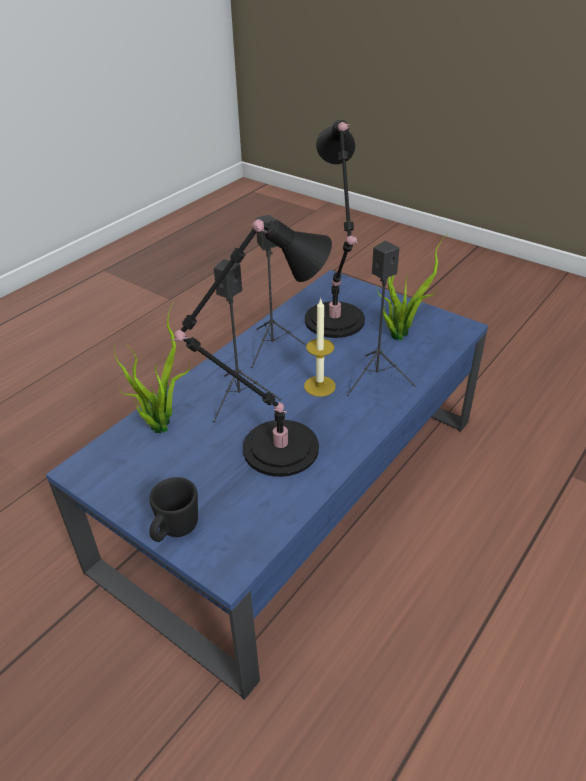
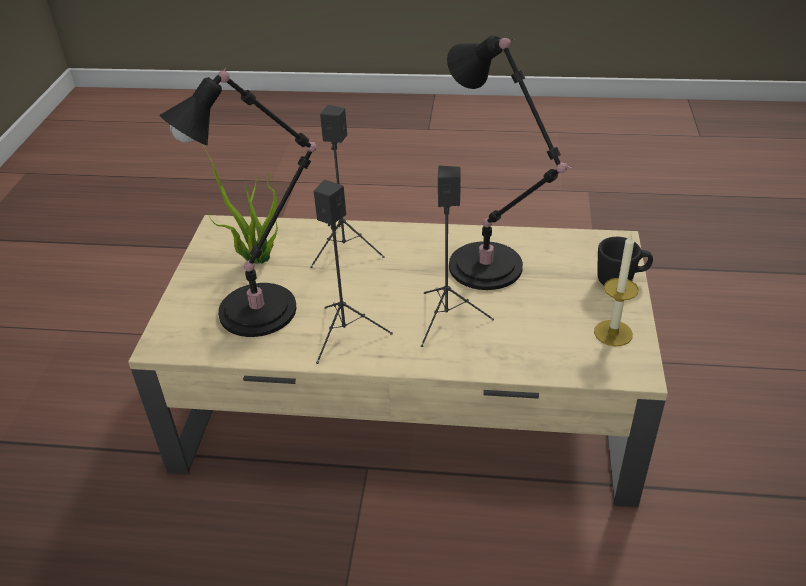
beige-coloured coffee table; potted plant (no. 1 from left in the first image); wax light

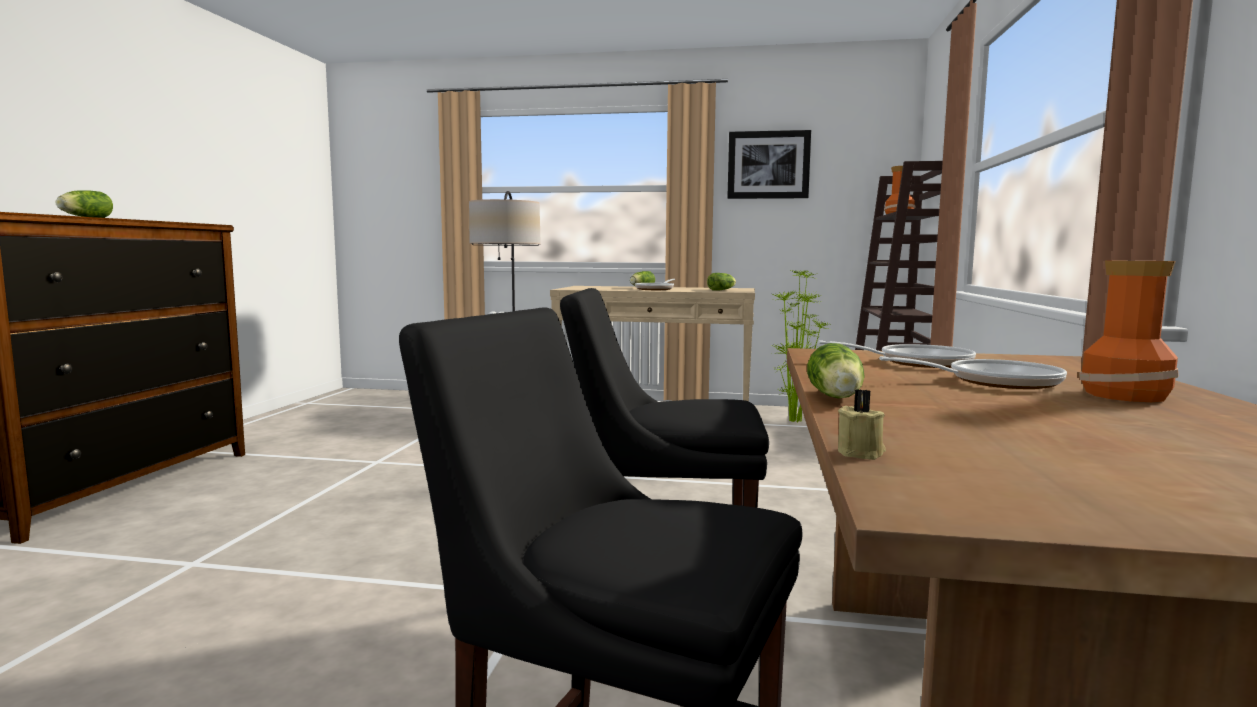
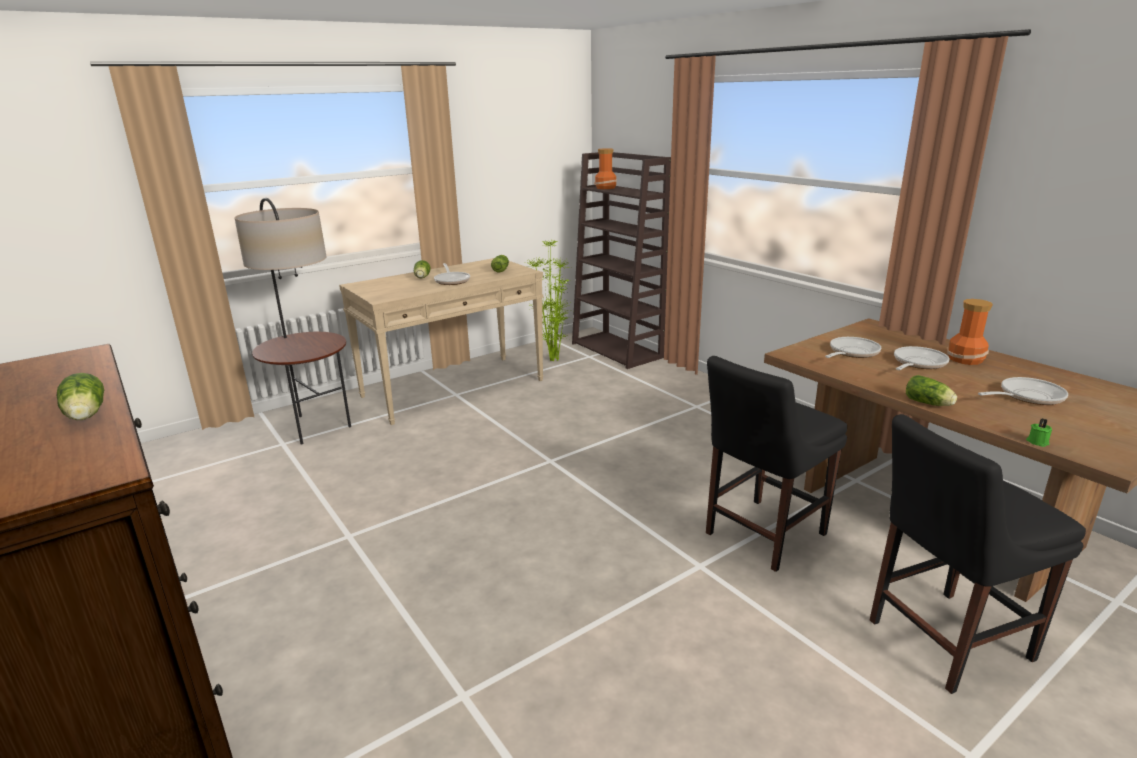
wall art; greenish wax light; frying pan (no. 4 from left)

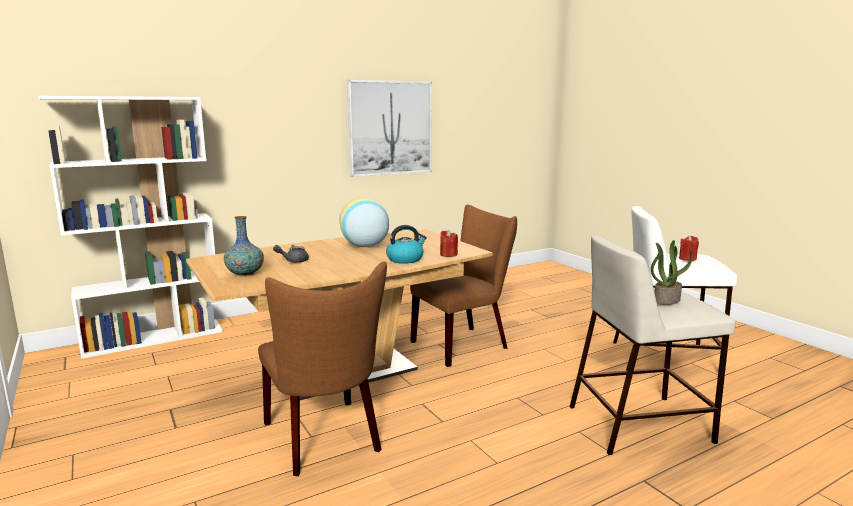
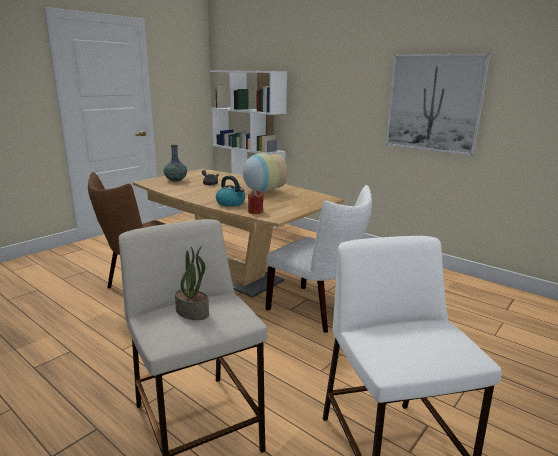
whitish plain chair; red-coloured wax light (no. 2 from left in the first image)

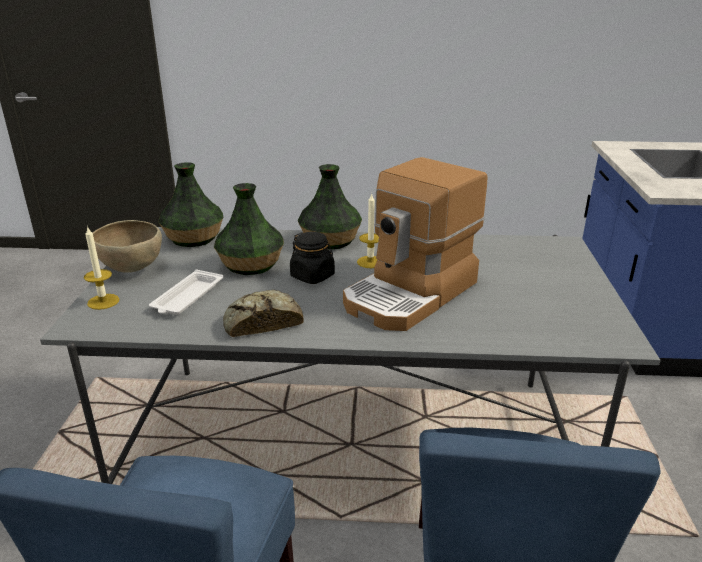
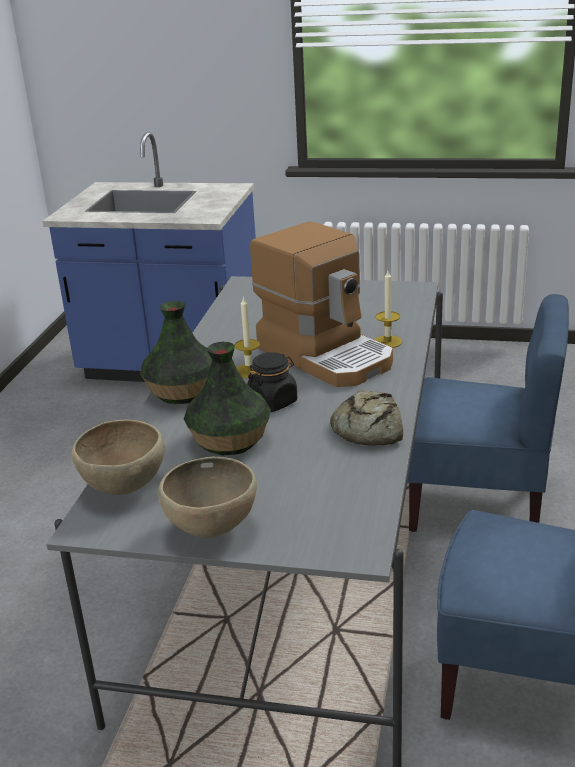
wax light (no. 2 from left); whitish carrying tray; brownish deep dish (no. 1 from left)

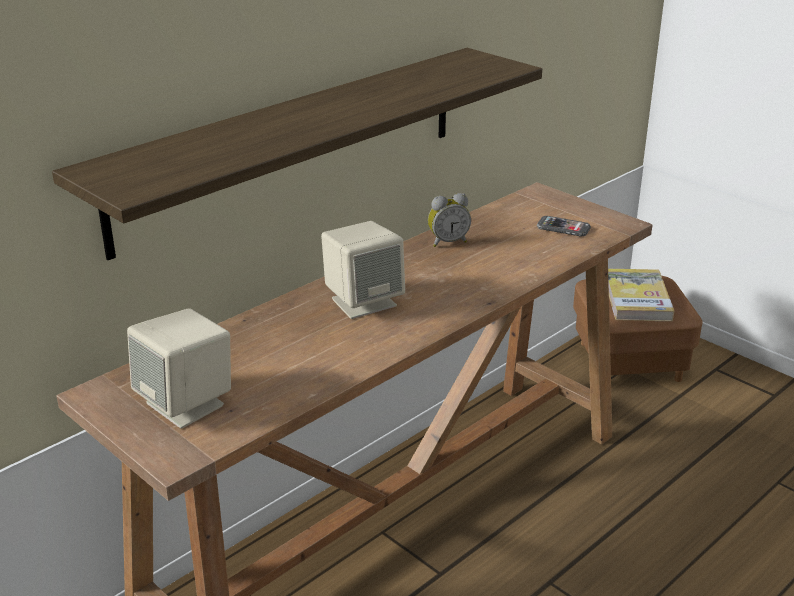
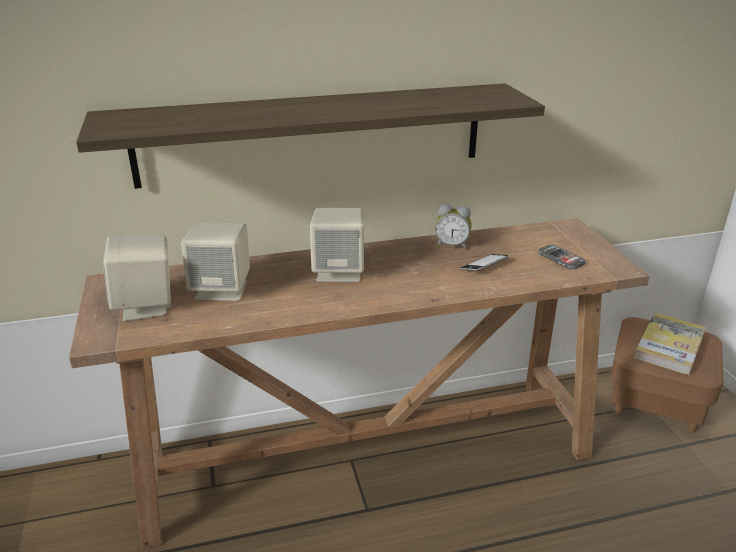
beige-coloured loudspeaker (no. 2 from left); handset (no. 1 from left)

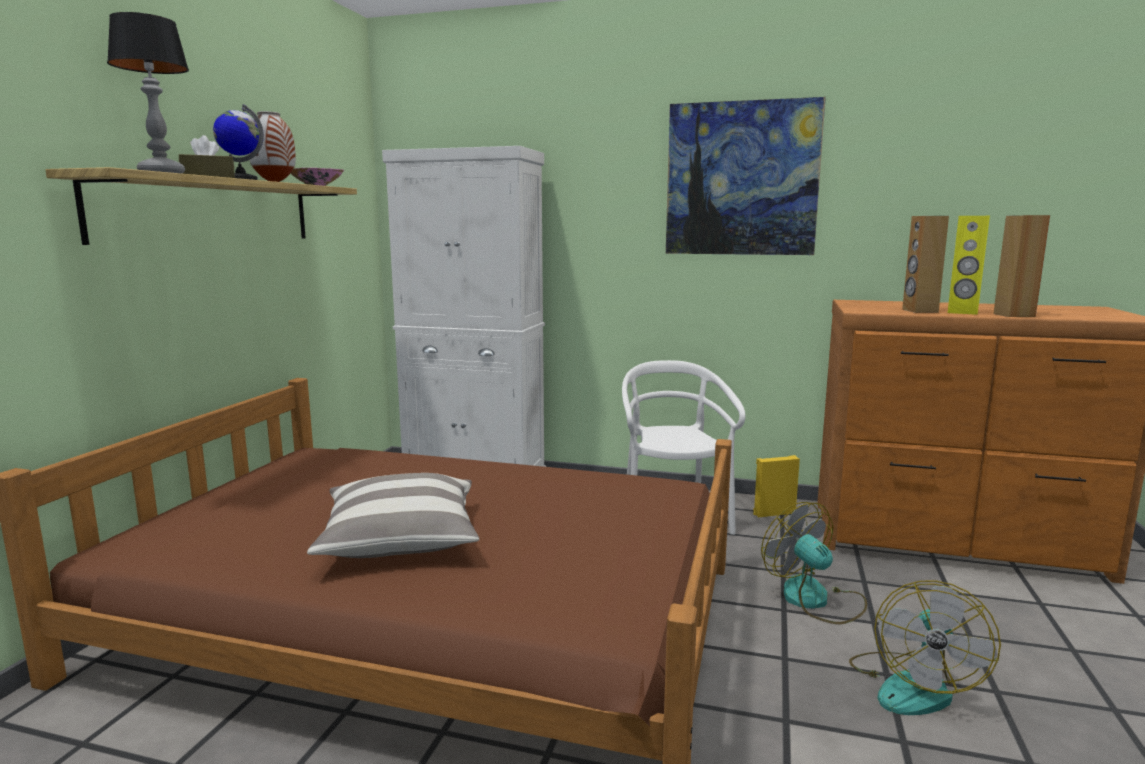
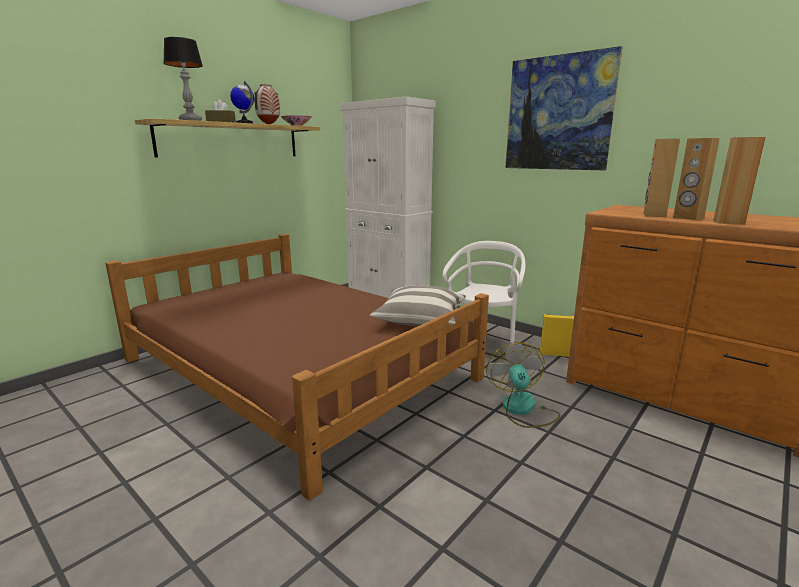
pillow; fan (no. 2 from left in the first image); brownish loudspeaker (no. 2 from left)

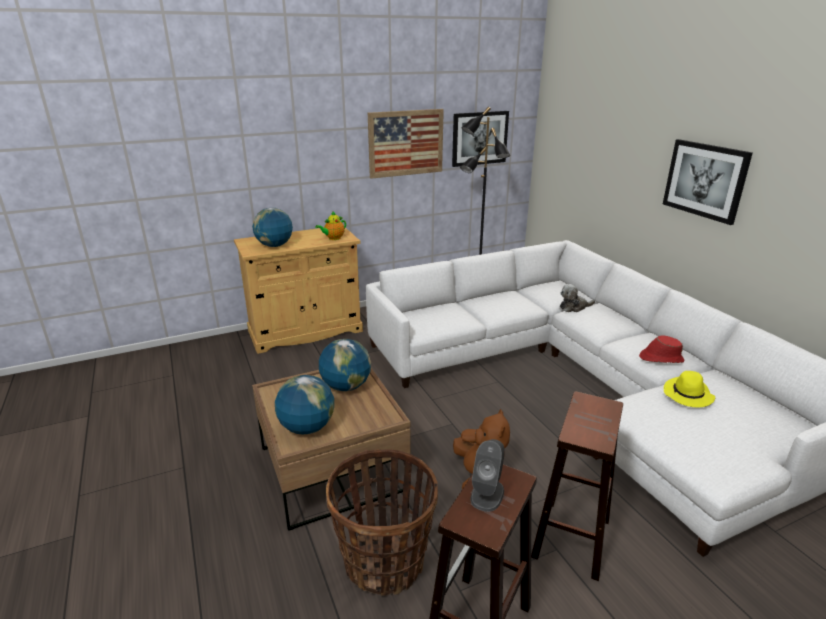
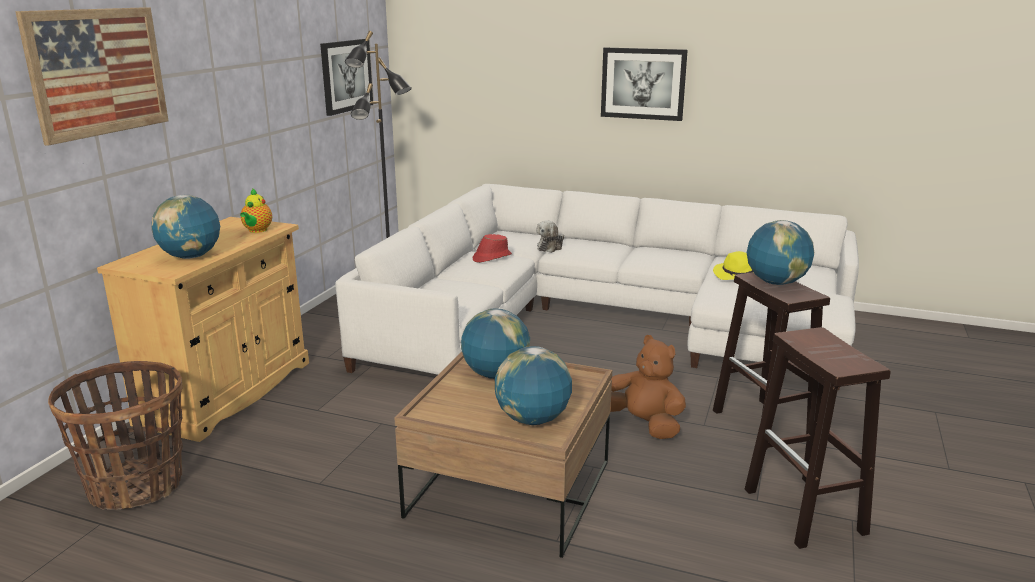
household basket; wall art (no. 1 from left); greyish loudspeaker; red-coloured clothing hat; world globe (no. 4 from left)

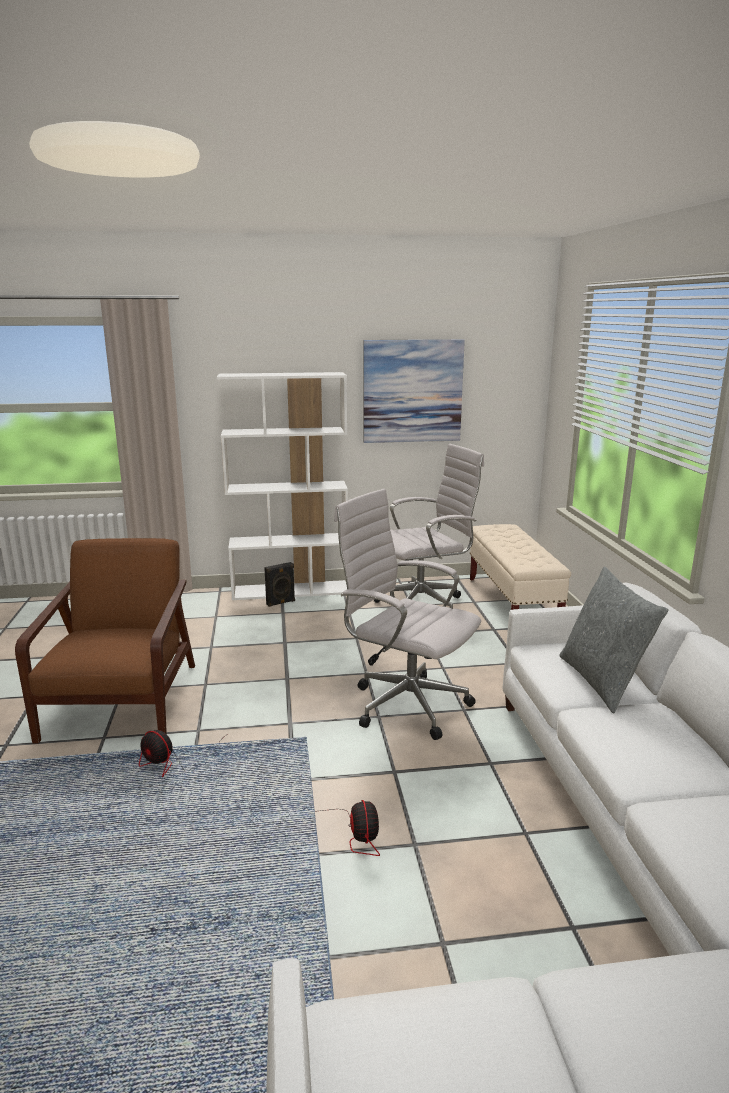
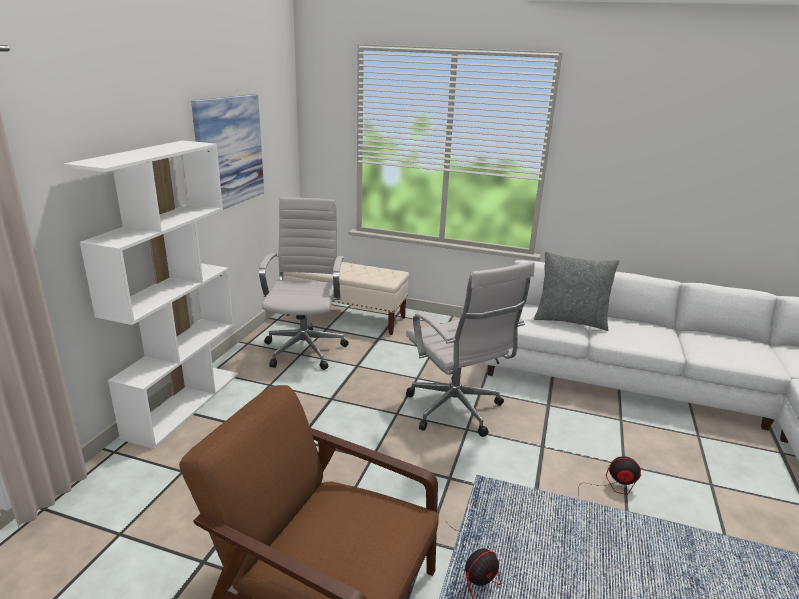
black-coloured loudspeaker; whitish desk chair (no. 2 from left)

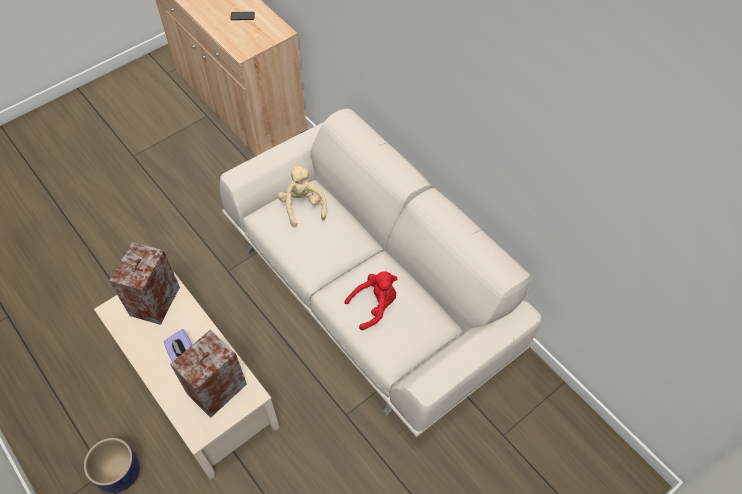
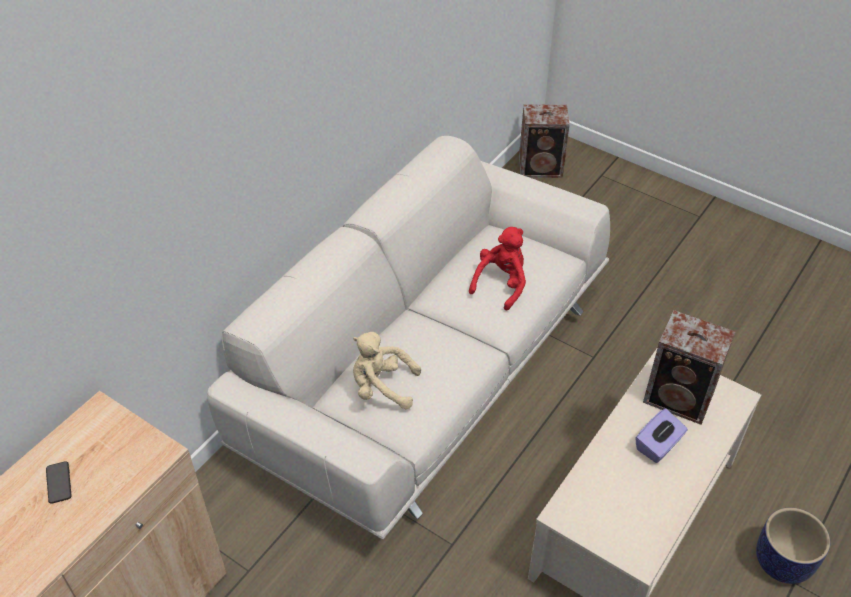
loudspeaker (no. 1 from left); beige-coloured cuddly toy; red-coloured cuddly toy

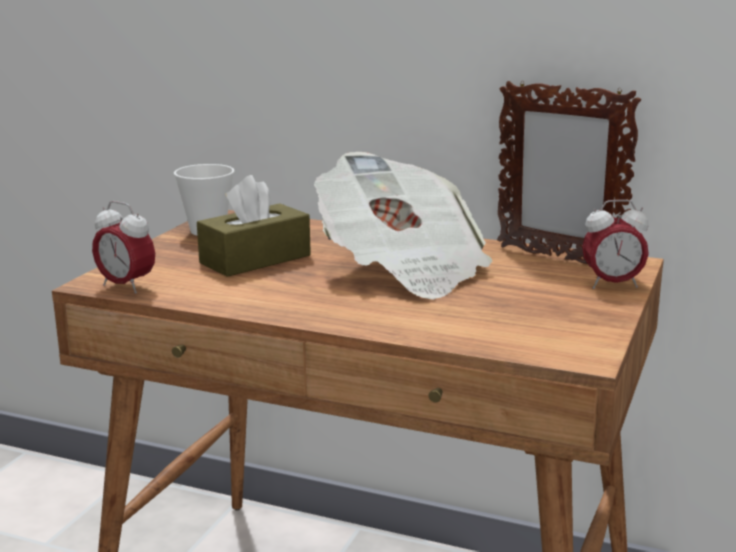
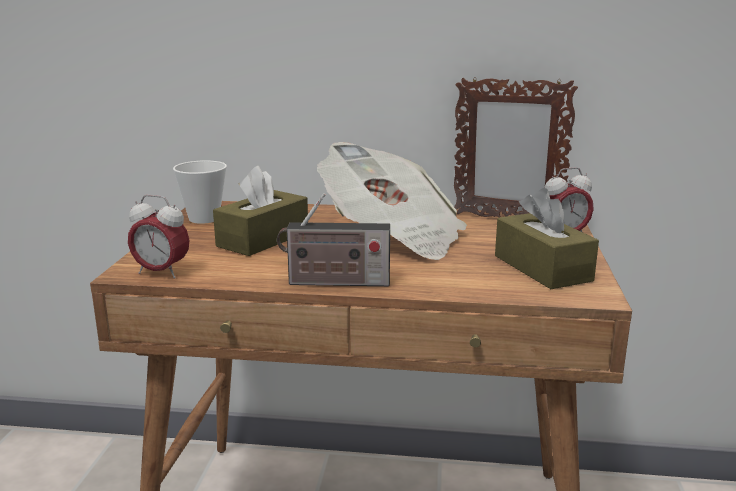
radio receiver; brownish tissue holder (no. 2 from left)

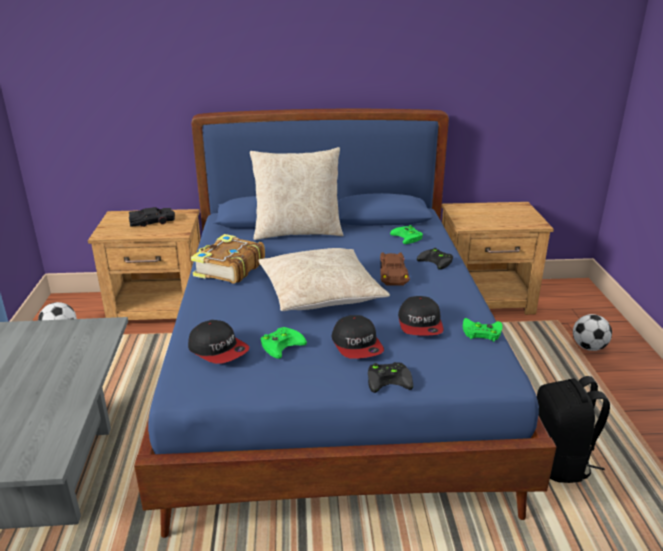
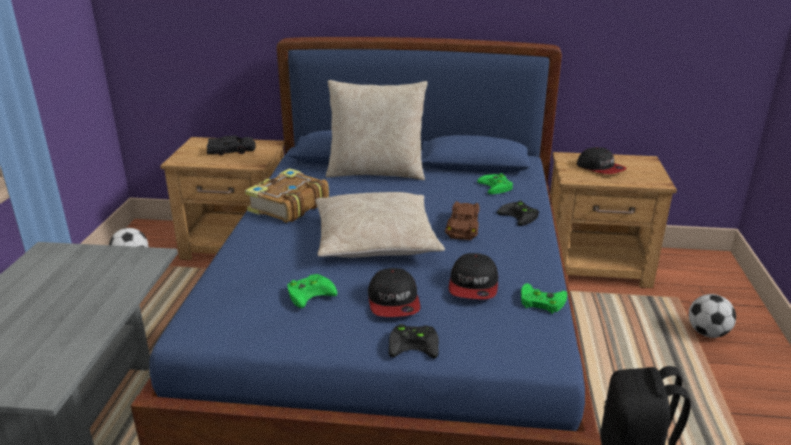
cap (no. 3 from left)

